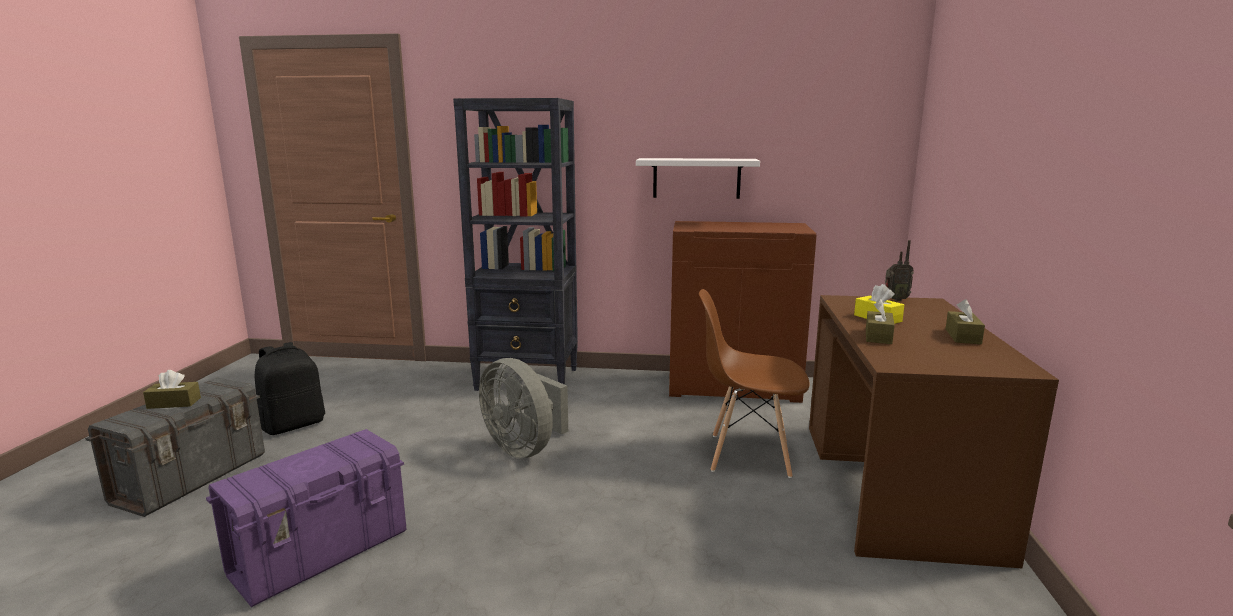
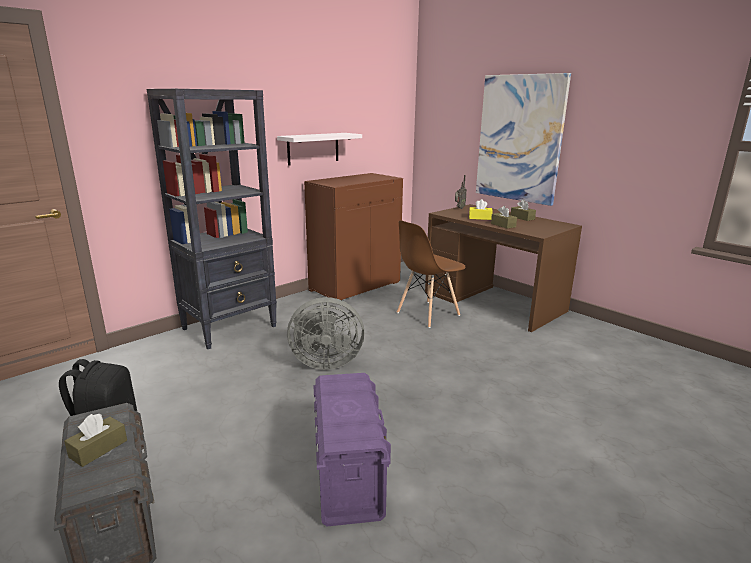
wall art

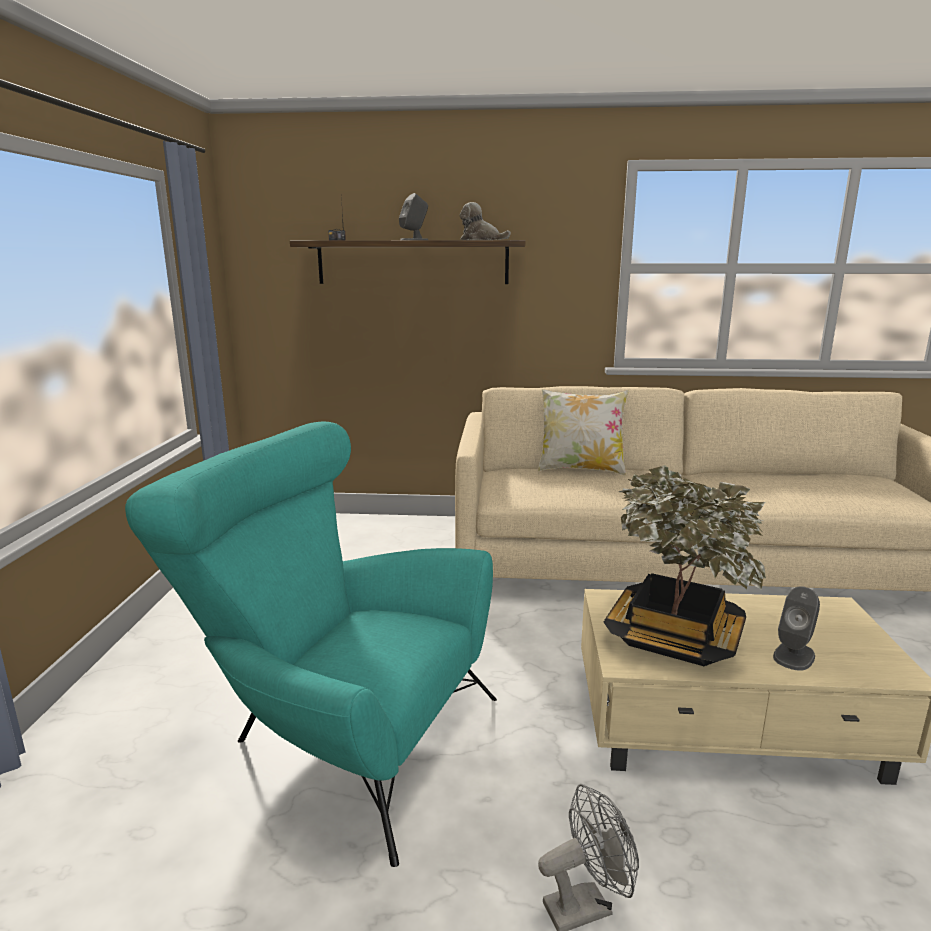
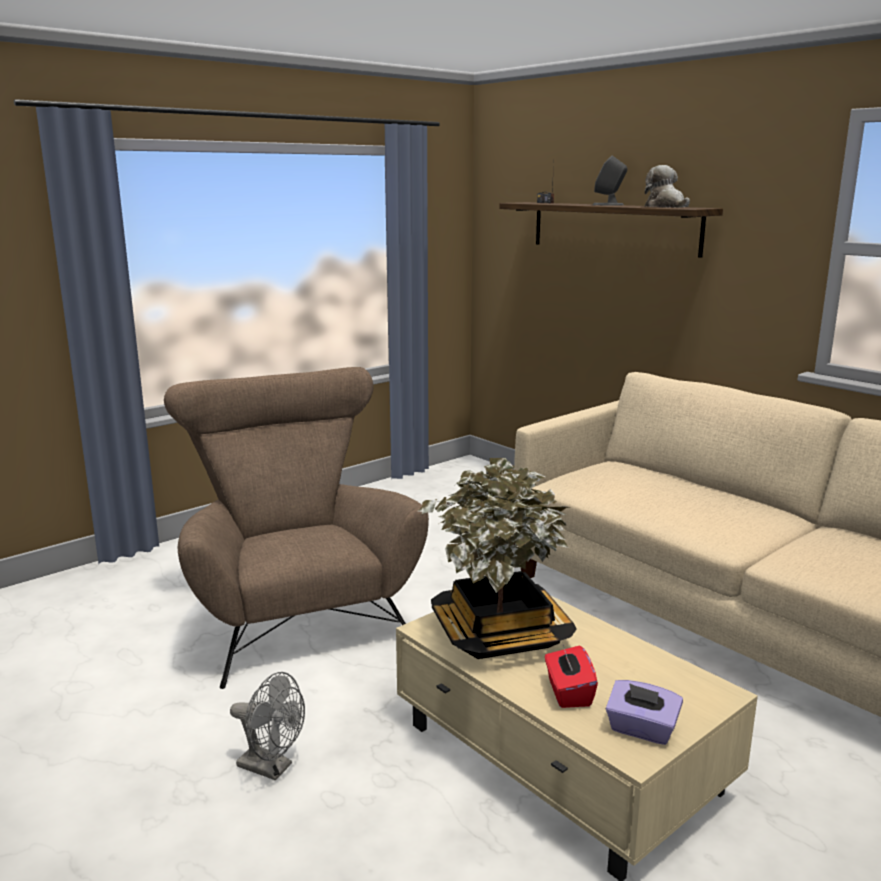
brownish easy chair; pillow; red-coloured tissue holder; purple-coloured tissue holder

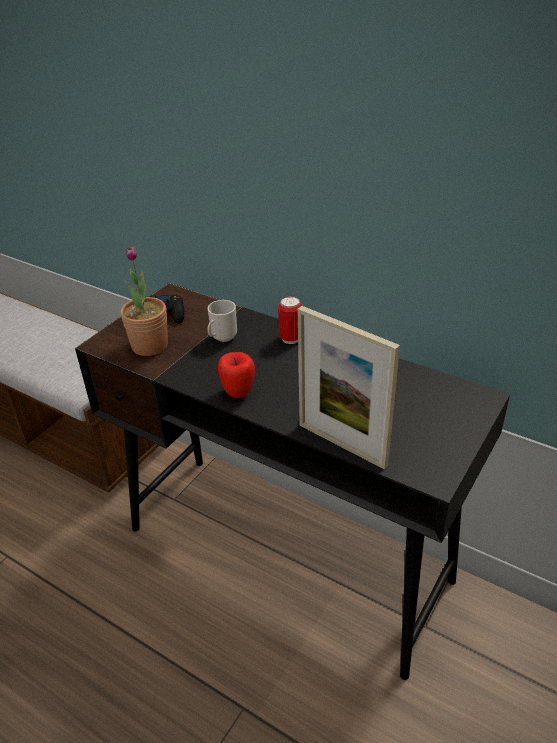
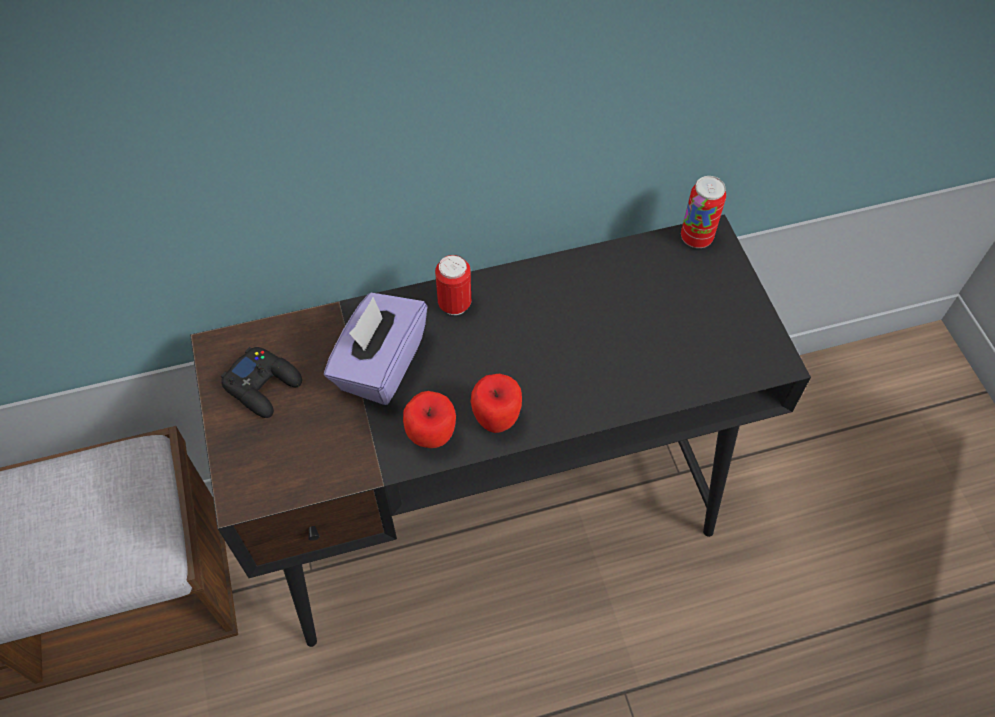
potted plant; purple-coloured tissue holder; photo frame; whole apple (no. 1 from left); metal can (no. 2 from left)

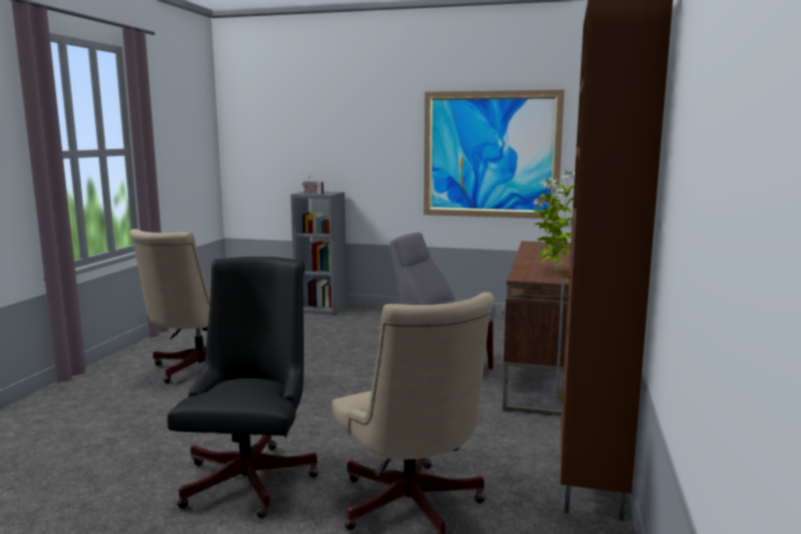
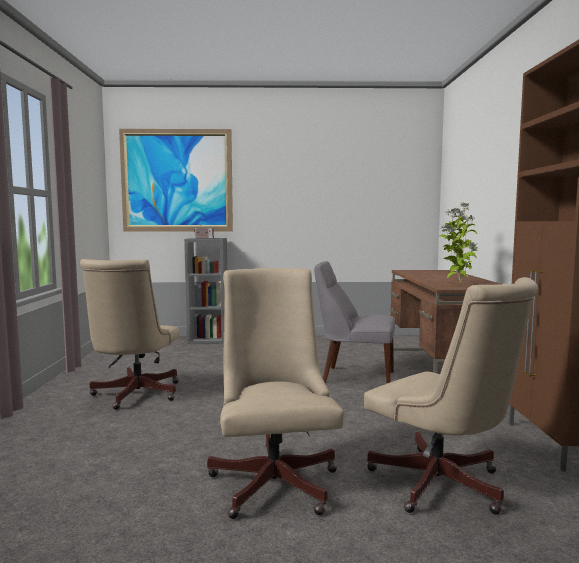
beige-coloured desk chair (no. 2 from left); wall art

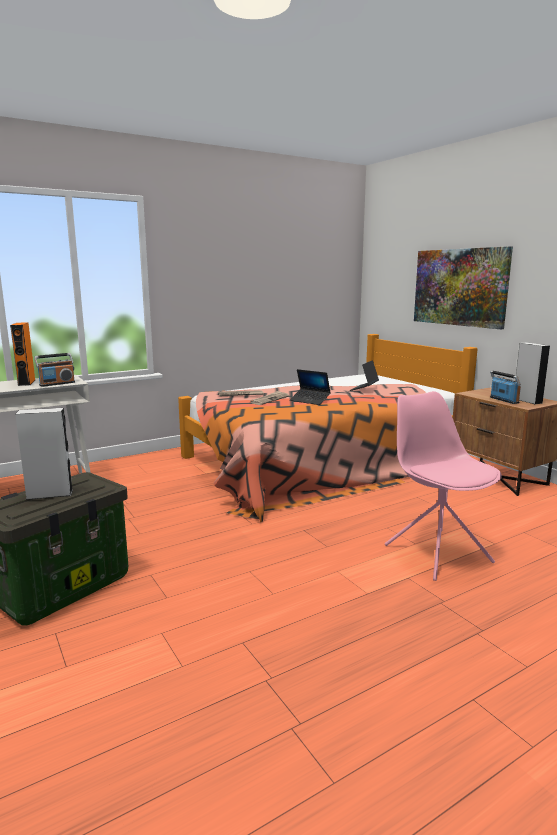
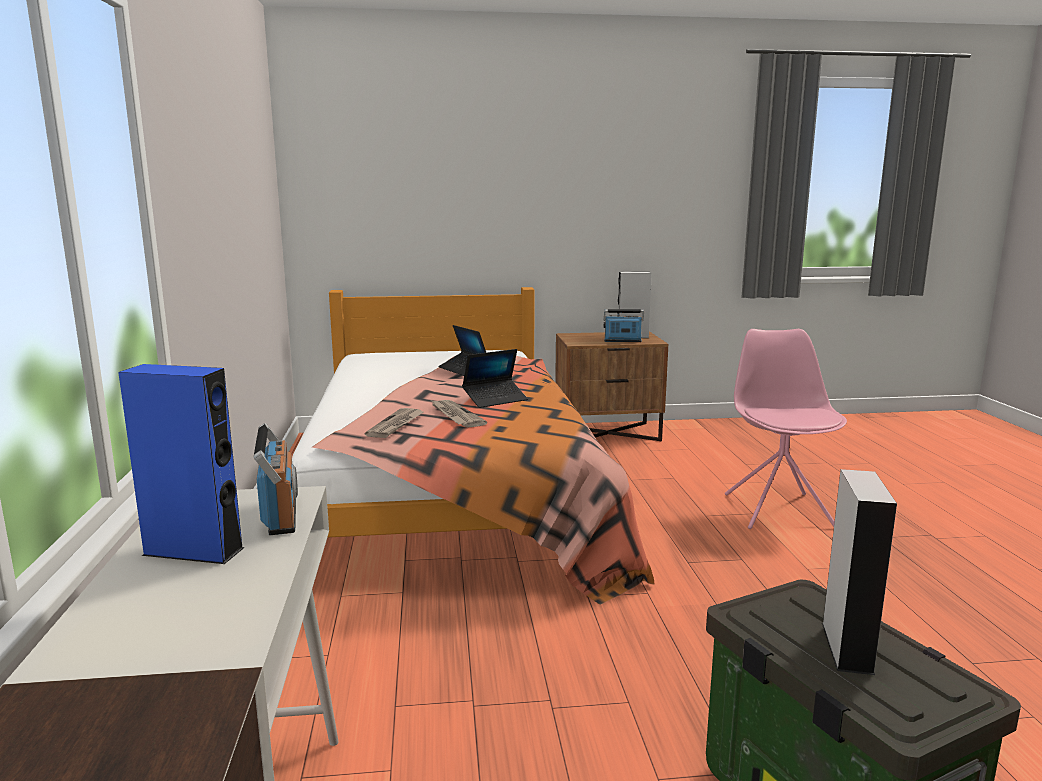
blue-coloured loudspeaker; pinkish plain chair; wall art

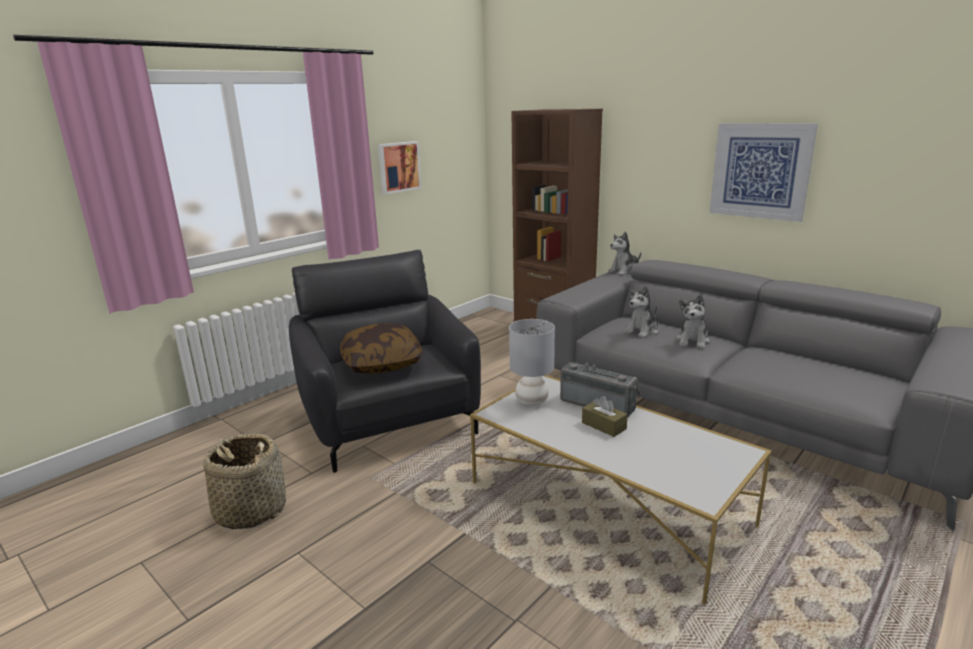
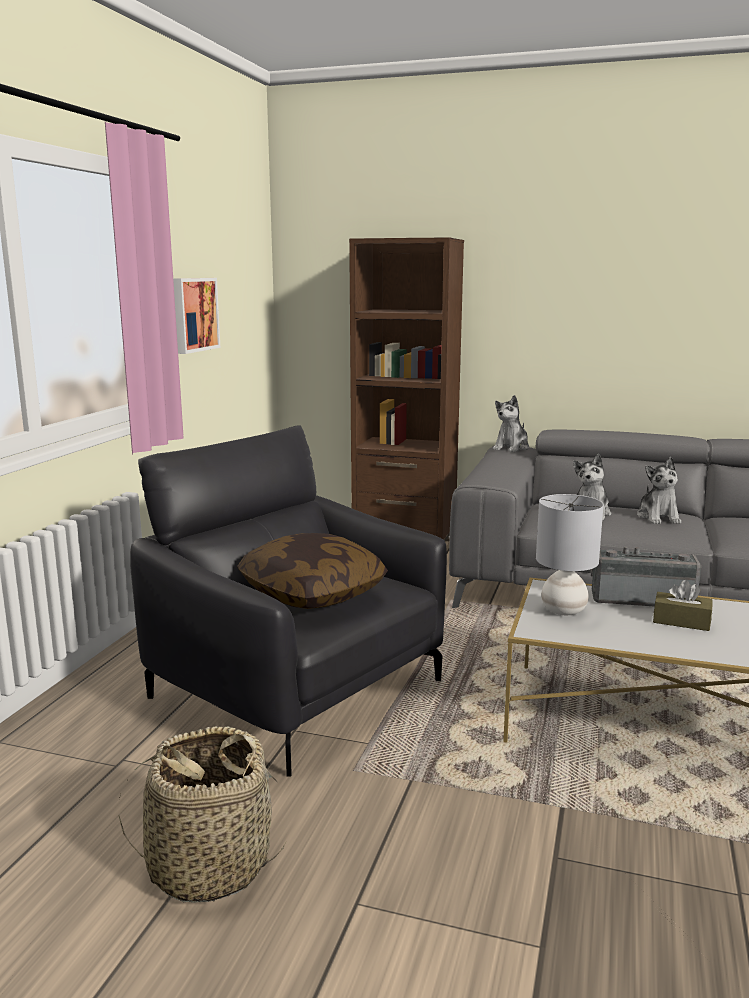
wall art (no. 2 from left in the first image)

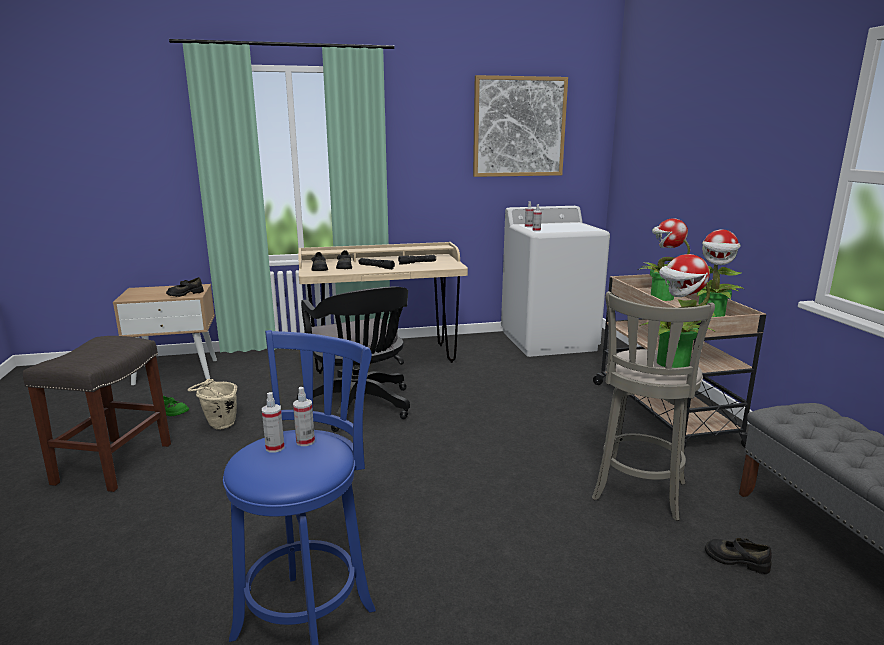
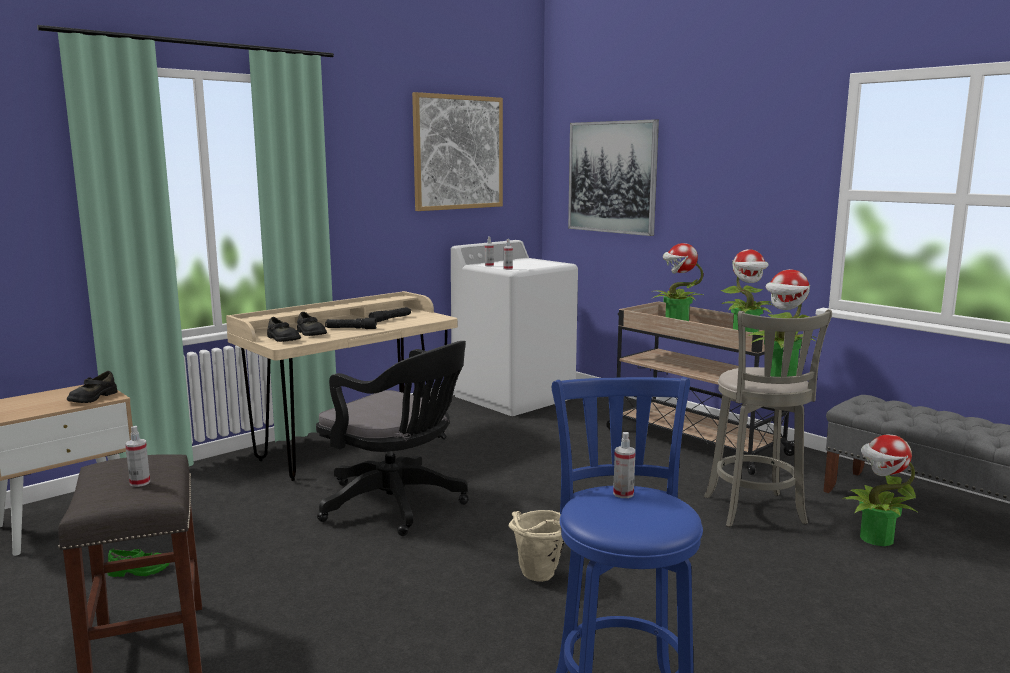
beige-coloured pail; hand sprayer (no. 1 from left); potted plant (no. 4 from left); wall art (no. 2 from left)

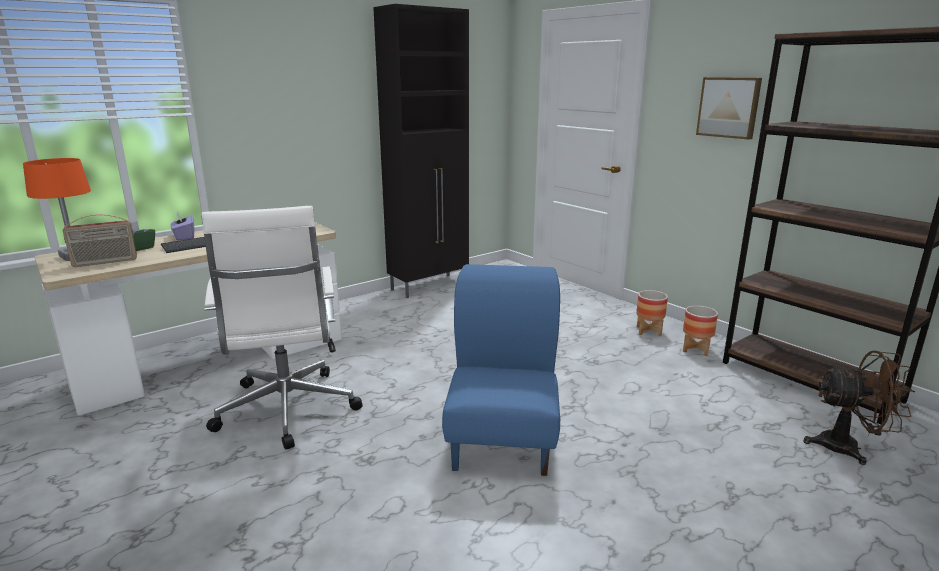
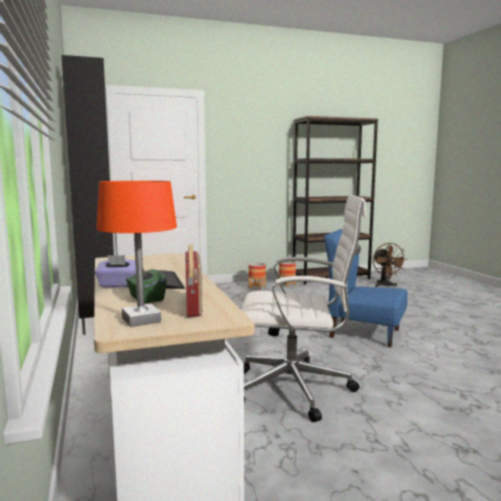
wall art; brownish fan

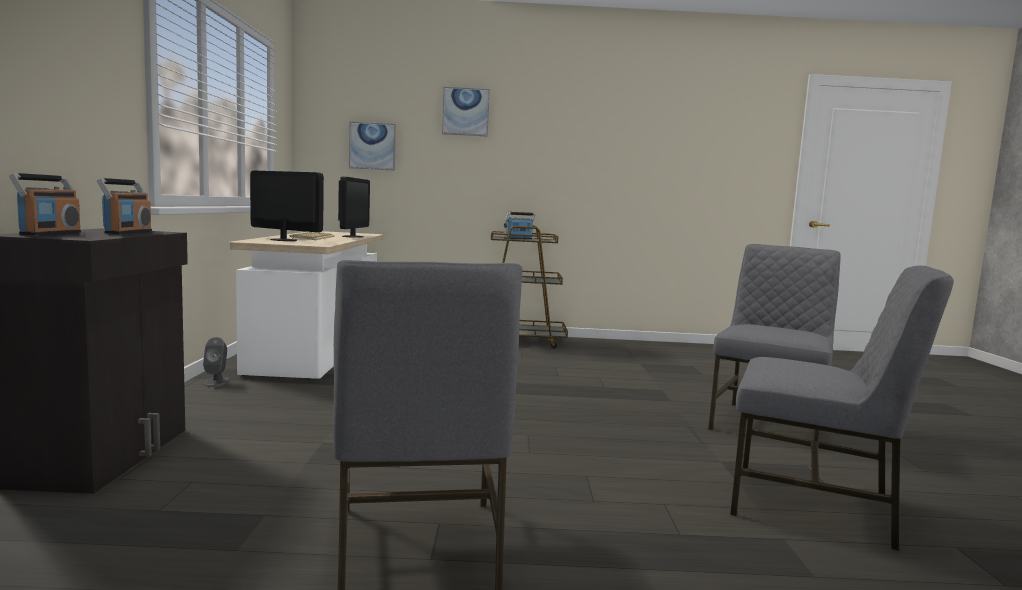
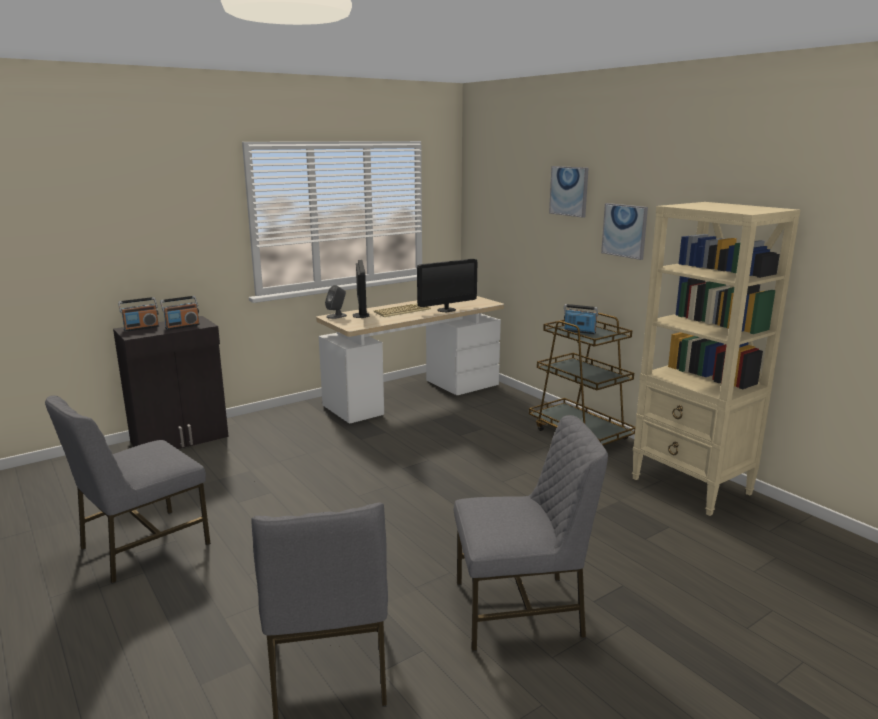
greyish loudspeaker; wall art (no. 2 from left); beige-coloured bookcase

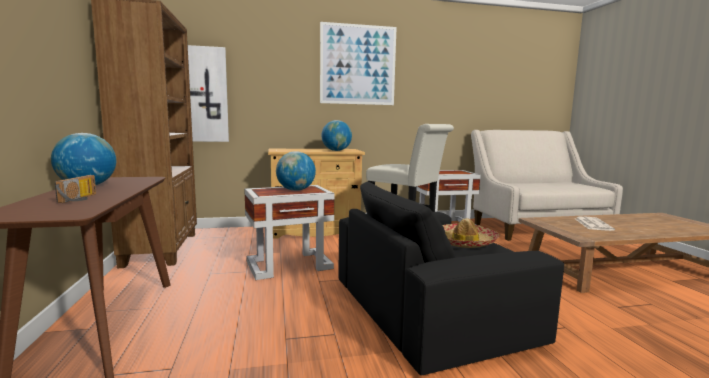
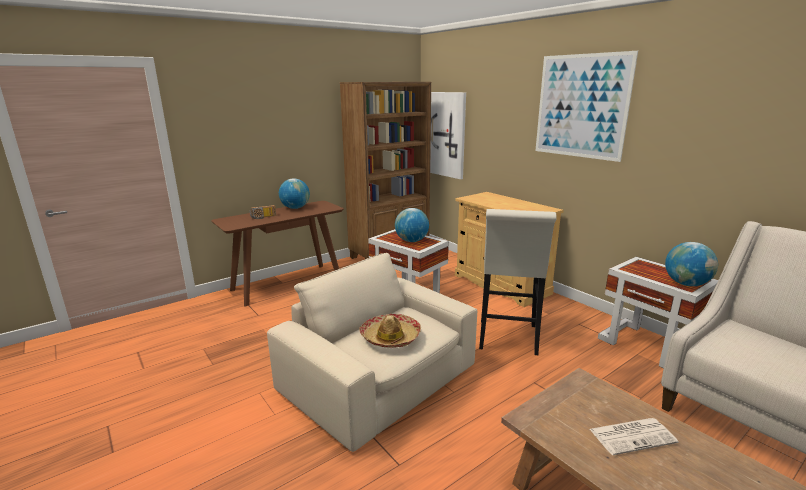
world globe (no. 3 from left); beige-coloured easy chair

